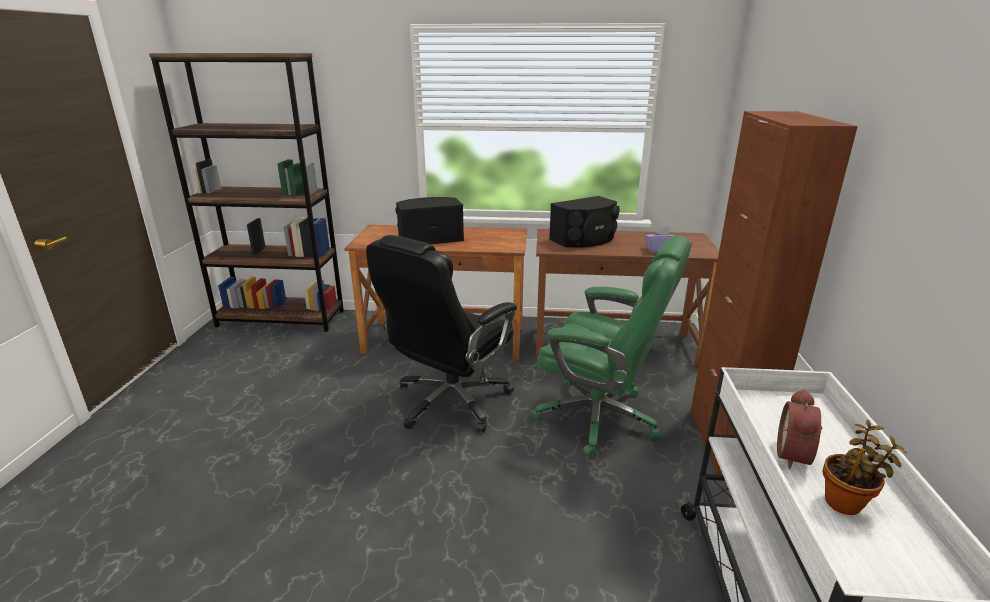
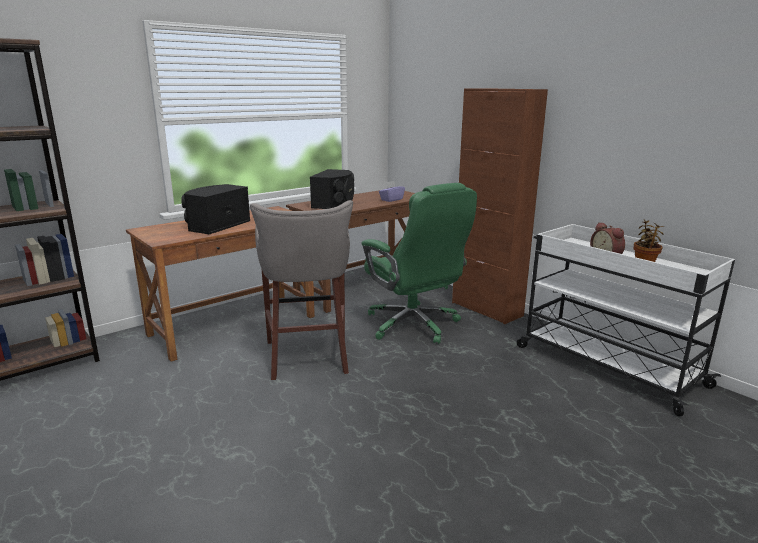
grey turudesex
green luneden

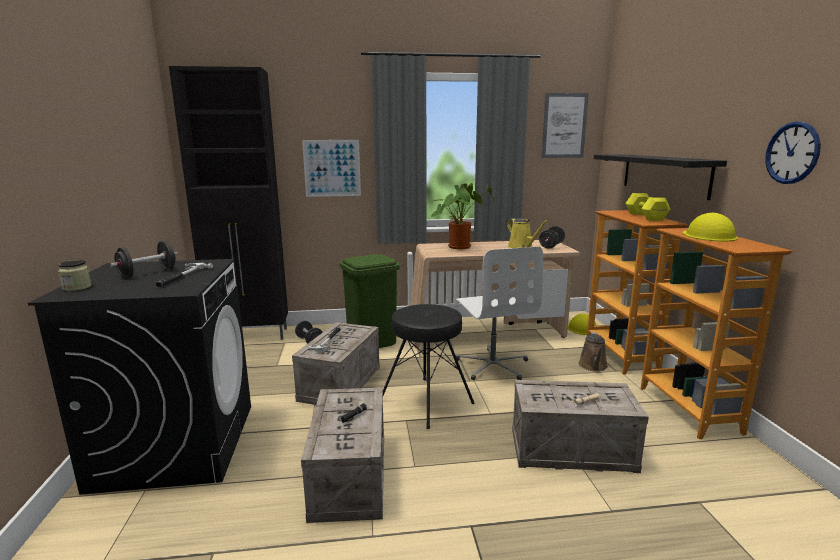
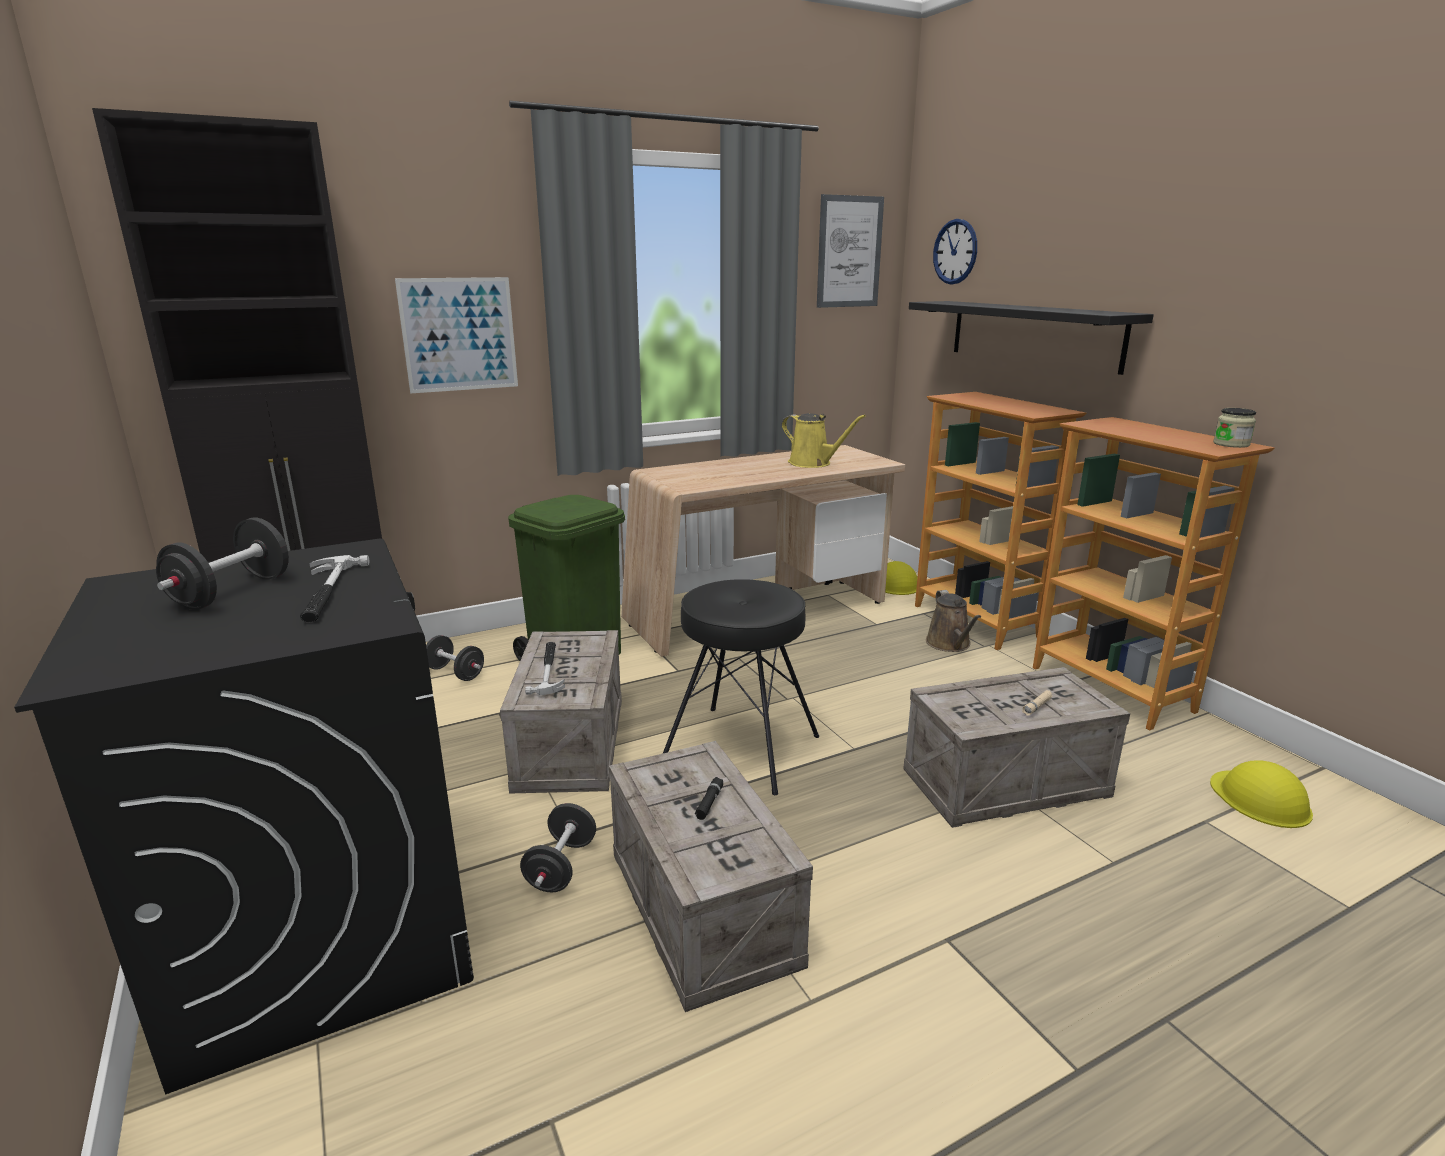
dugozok
white luneden
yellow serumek
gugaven
black serumek (3rd from left)
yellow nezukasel (2nd from left)
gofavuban

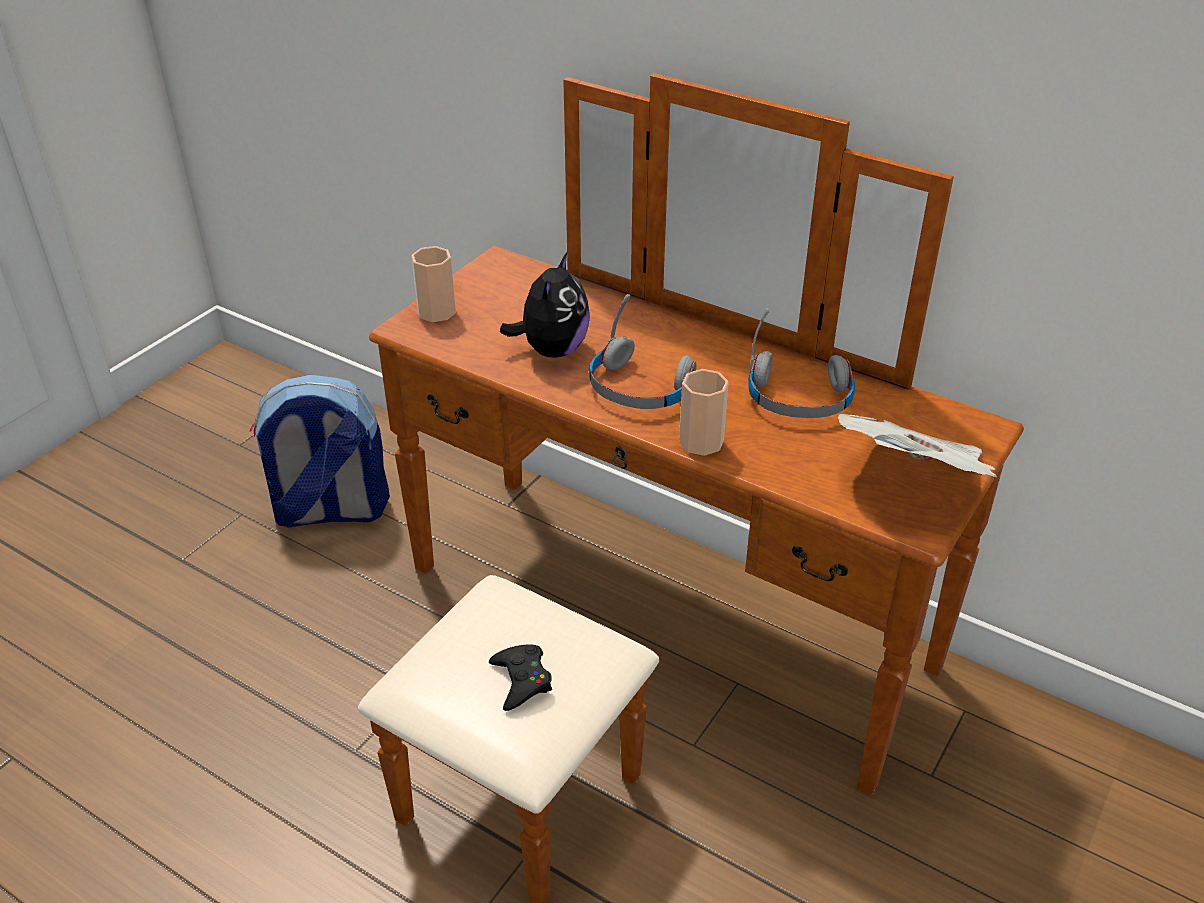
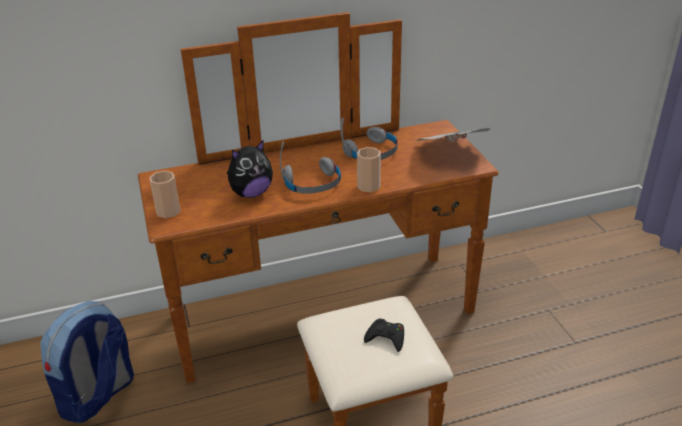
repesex

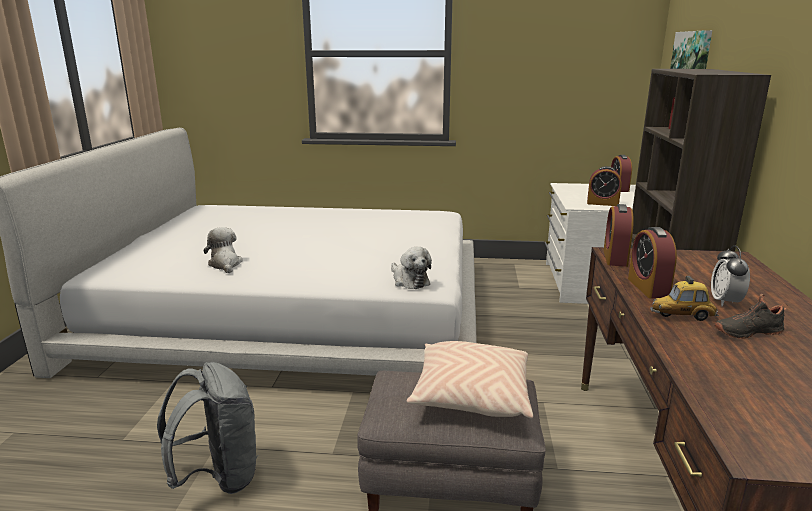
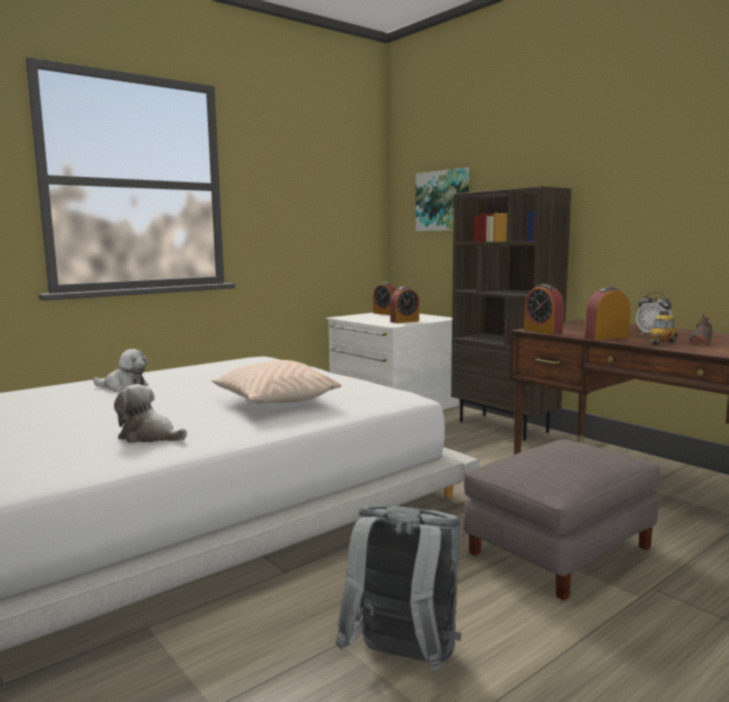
repesex (1st from left)
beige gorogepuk
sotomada (4th from left)

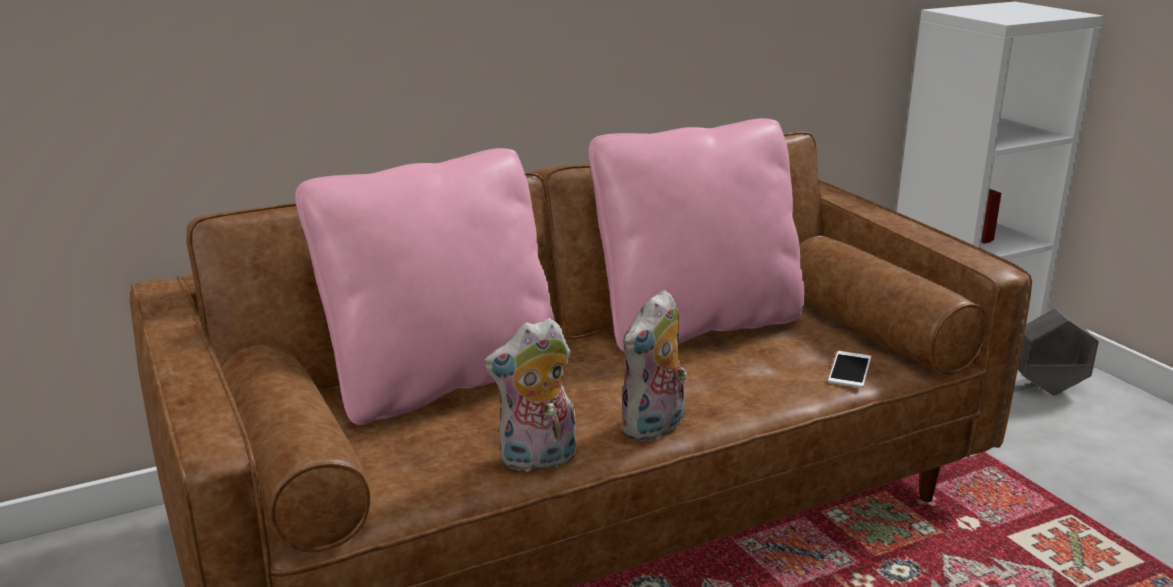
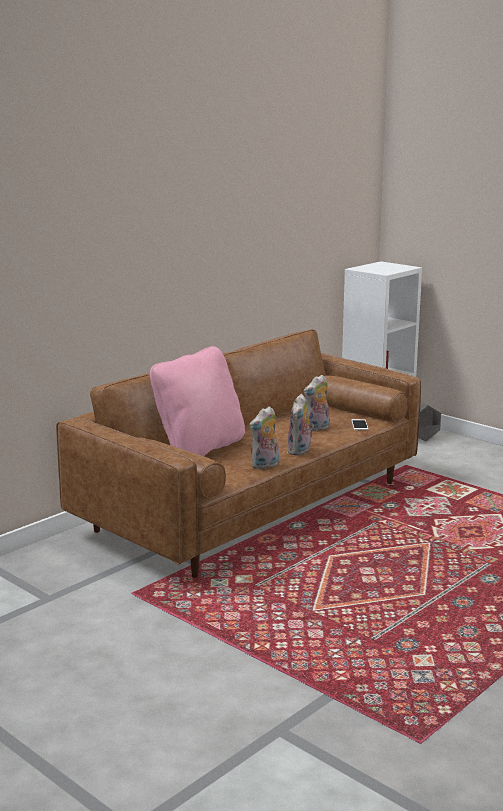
pink gorogepuk (2nd from left in the first image)
repesex (3rd from left)

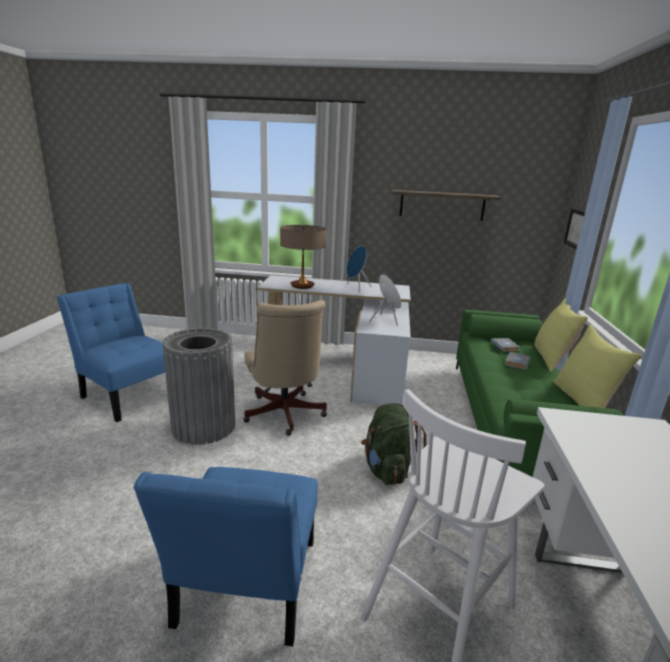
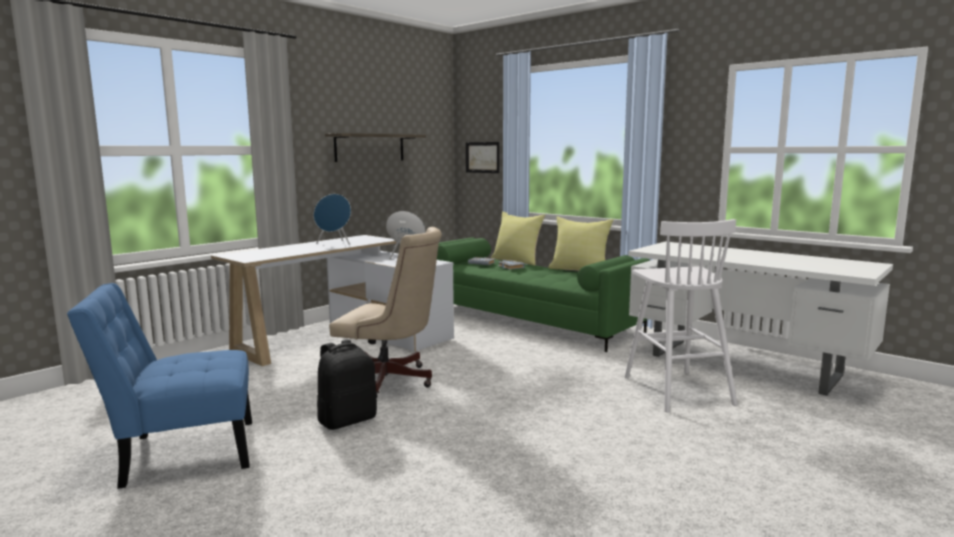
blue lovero (2nd from left in the first image)
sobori
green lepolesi
black lepolesi

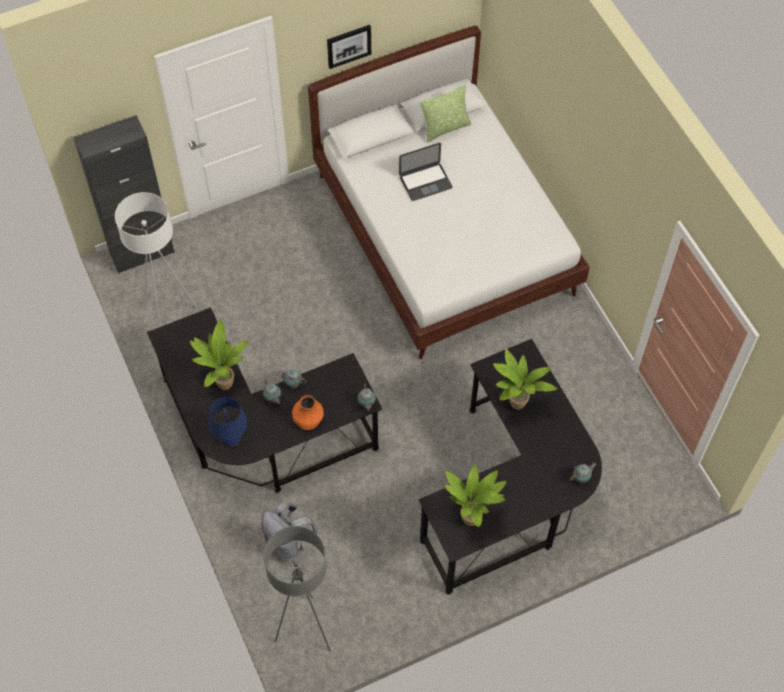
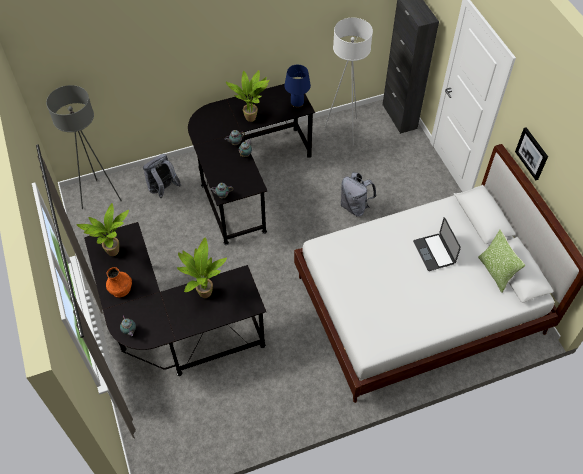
grey lepolesi (2nd from left)
blue sobori
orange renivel

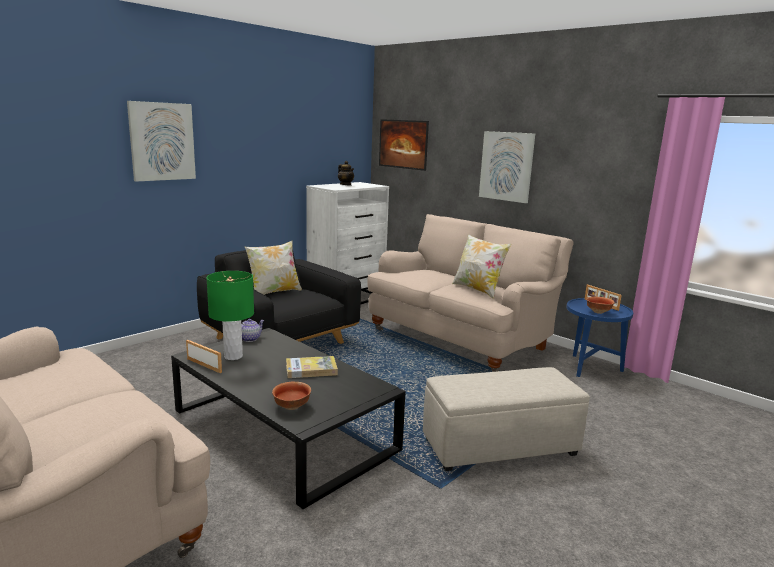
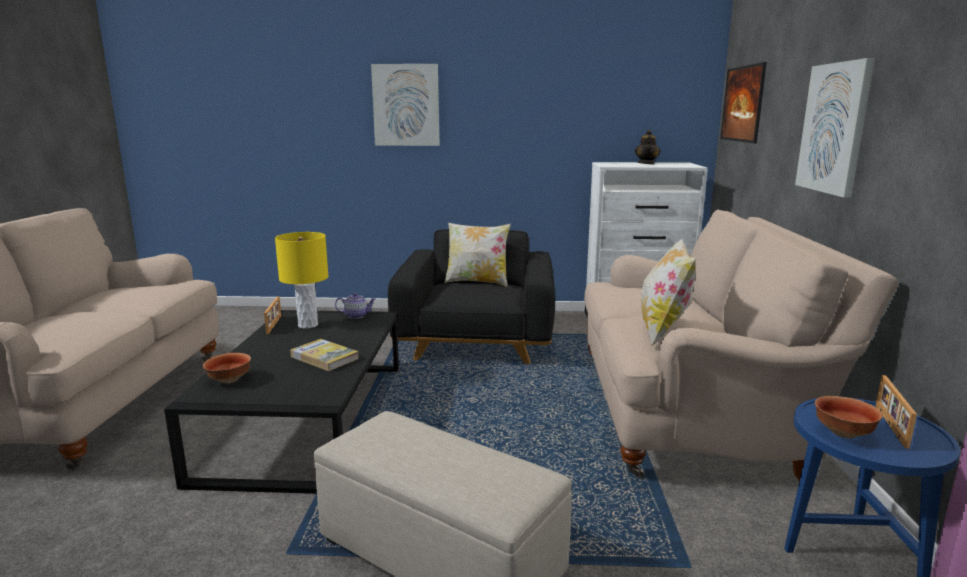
yellow sobori

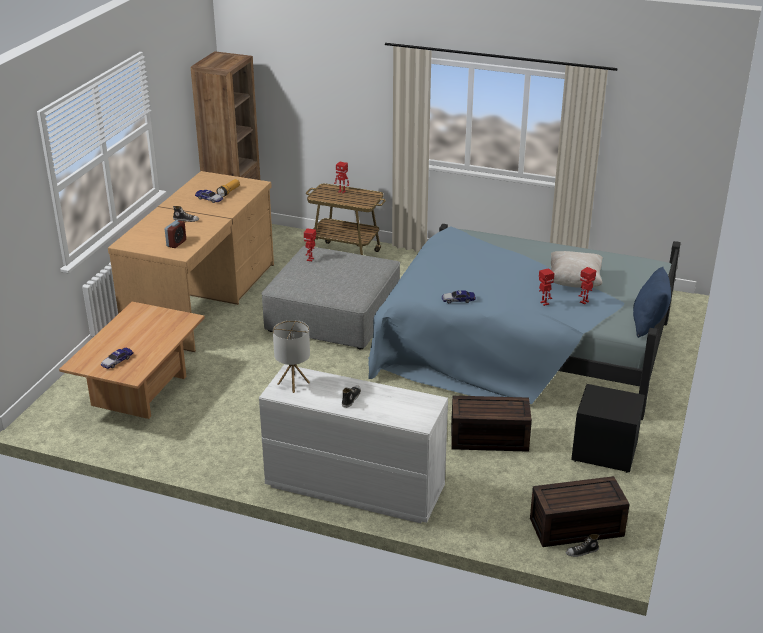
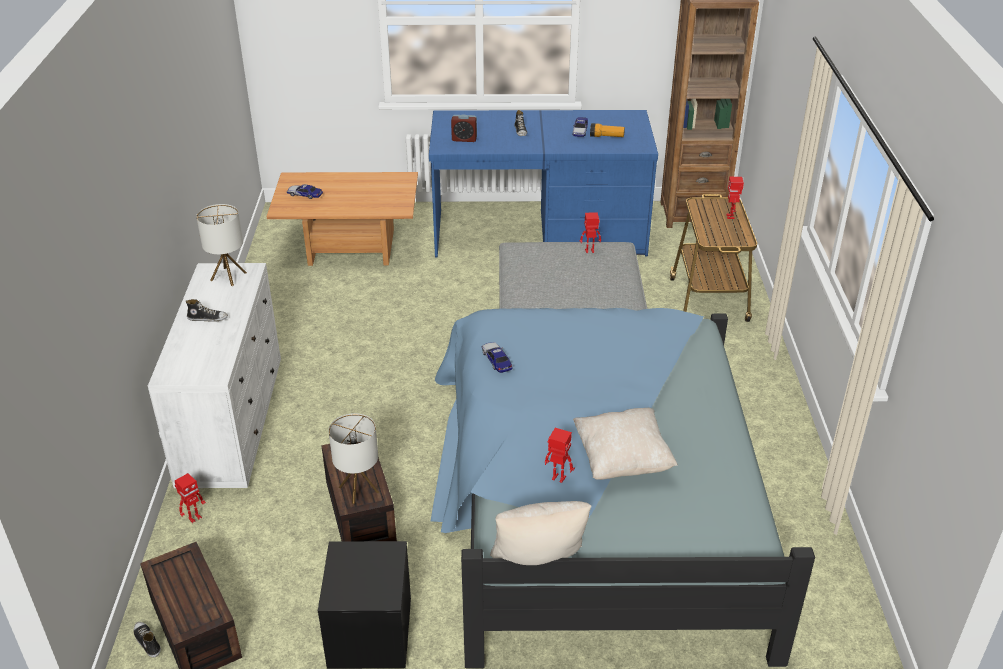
sobori (2nd from left)
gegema (1st from left)
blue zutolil
beige gorogepuk (1st from left)

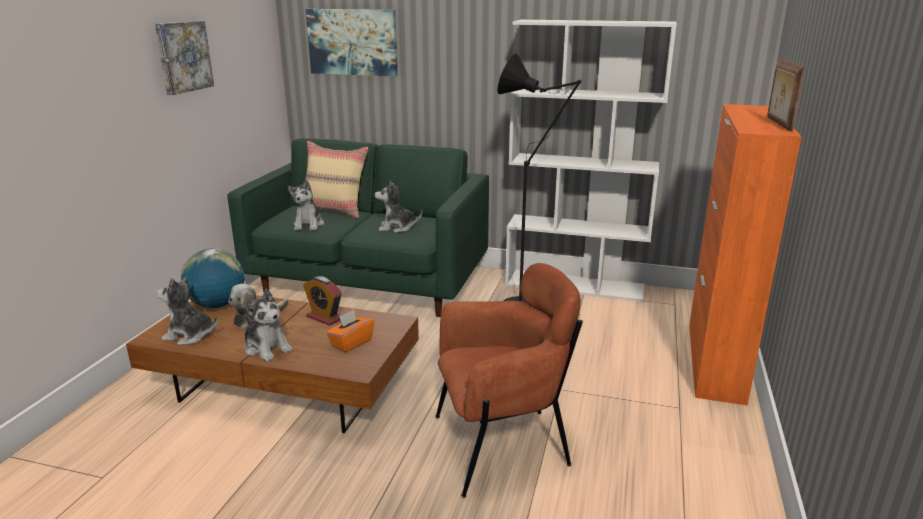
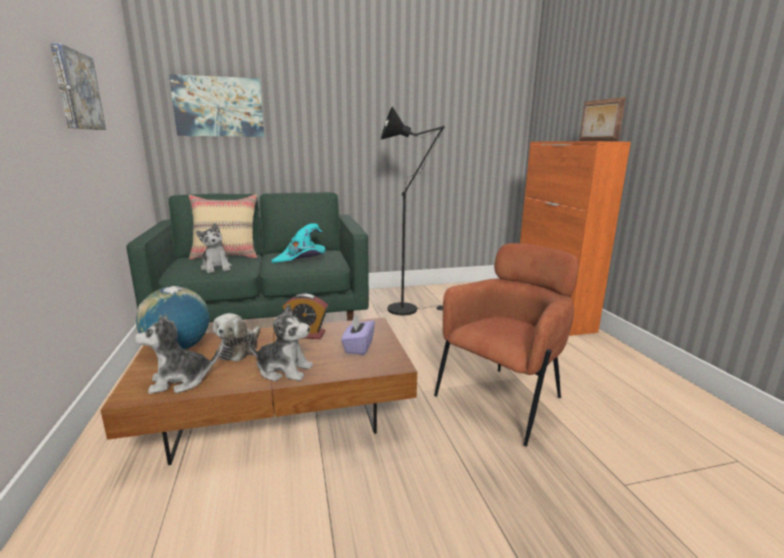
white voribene
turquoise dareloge
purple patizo

